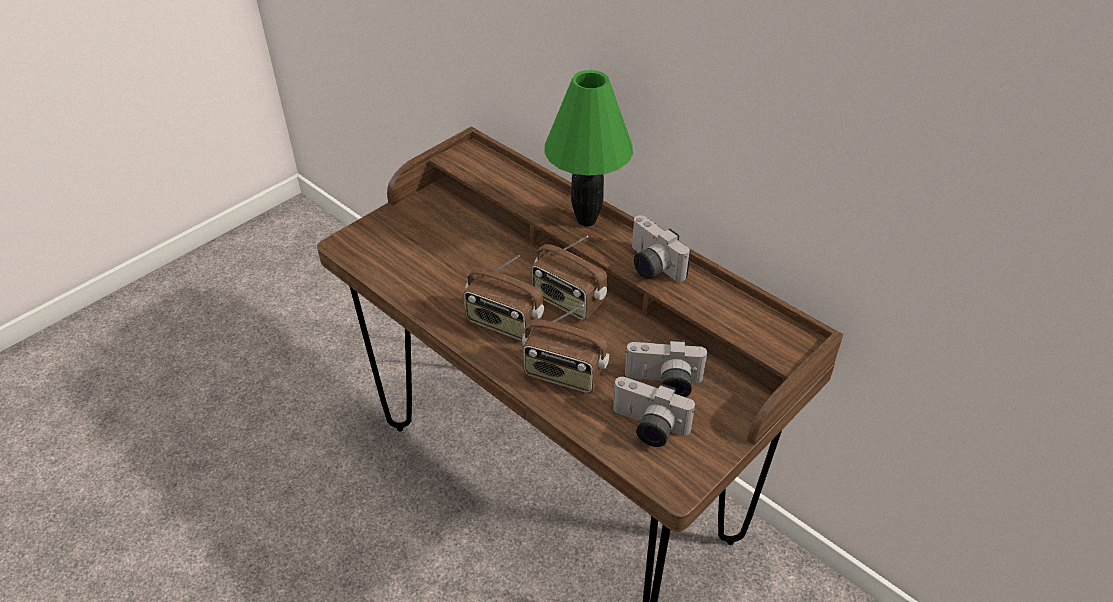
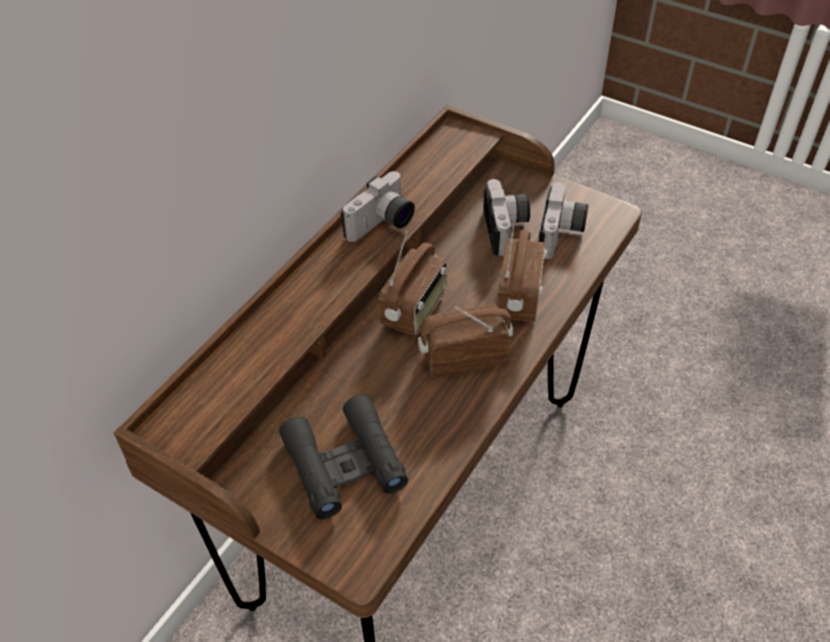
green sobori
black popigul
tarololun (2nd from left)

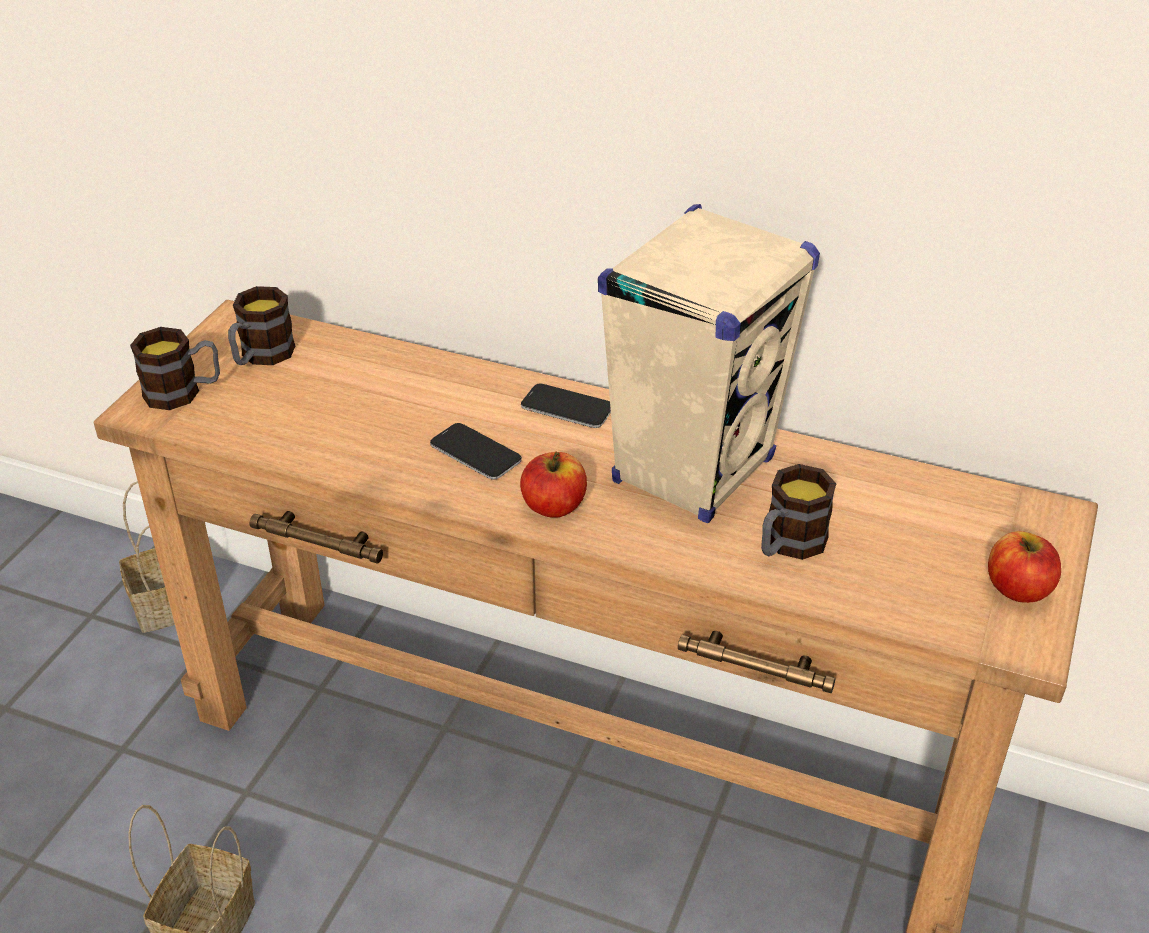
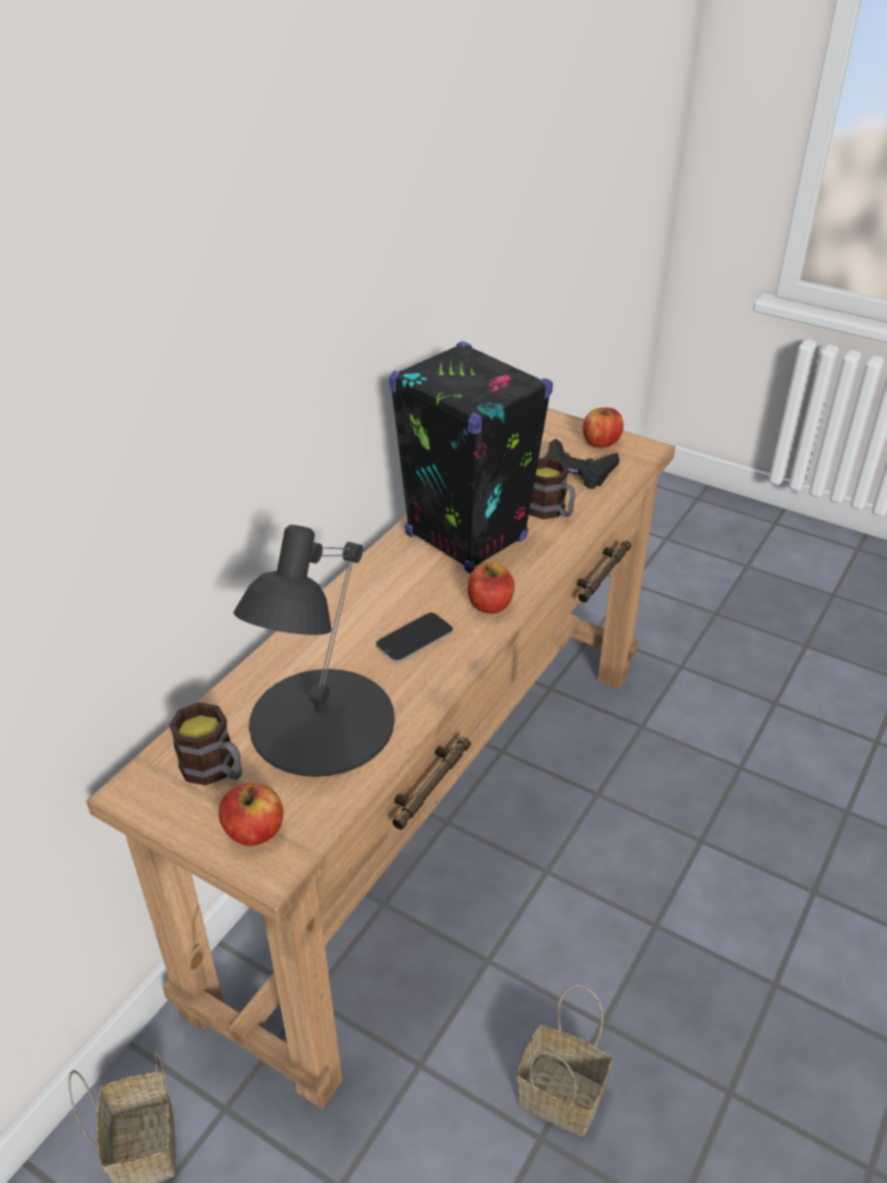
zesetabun (2nd from left in the first image)
black sobori
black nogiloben
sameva (1st from left)
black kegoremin

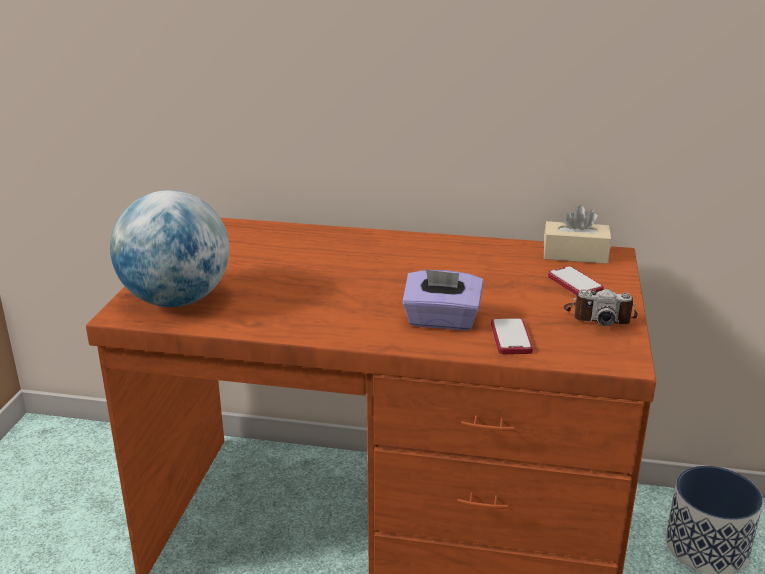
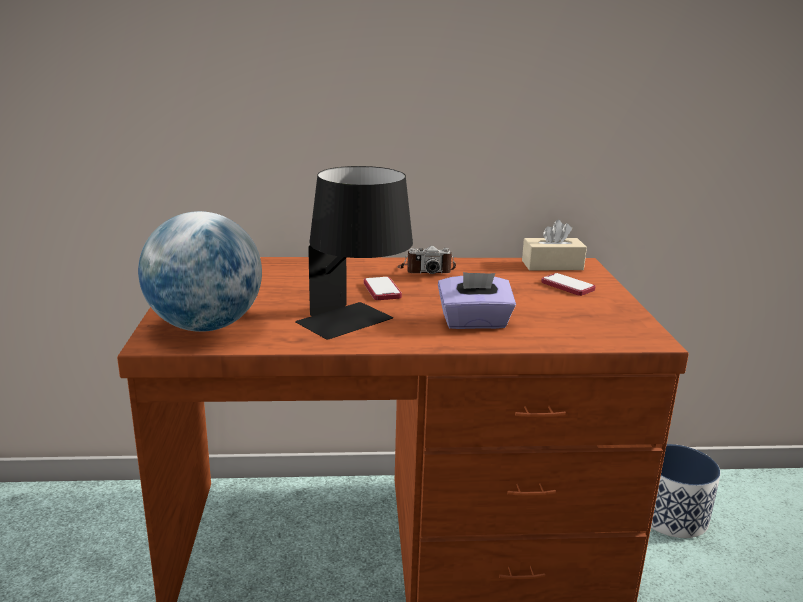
black sobori
zesetabun (1st from left)
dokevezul

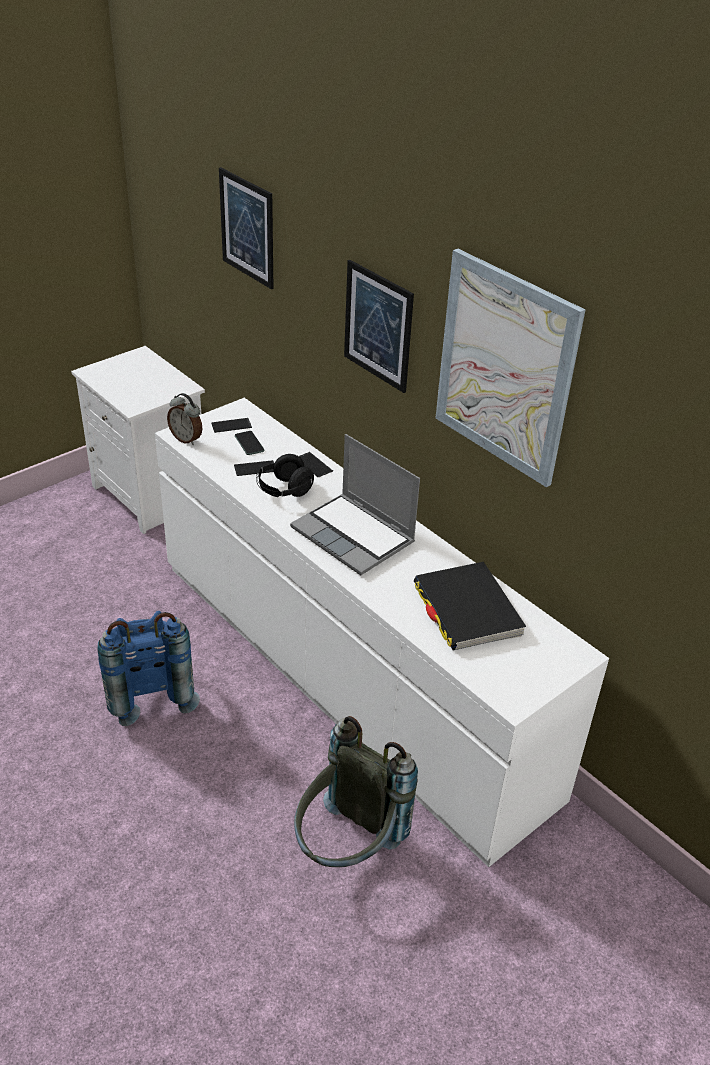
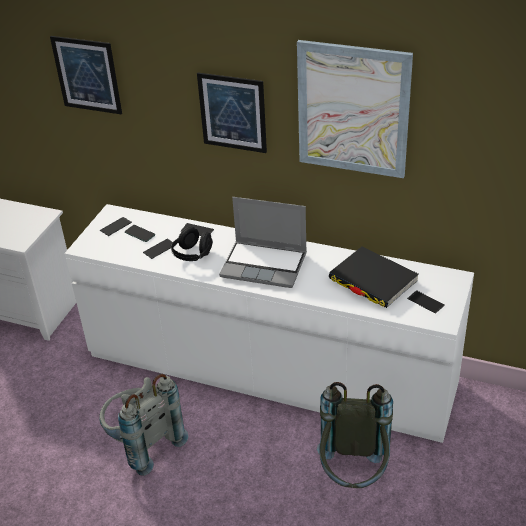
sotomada
zesetabun (5th from left)
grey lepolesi (1st from left)

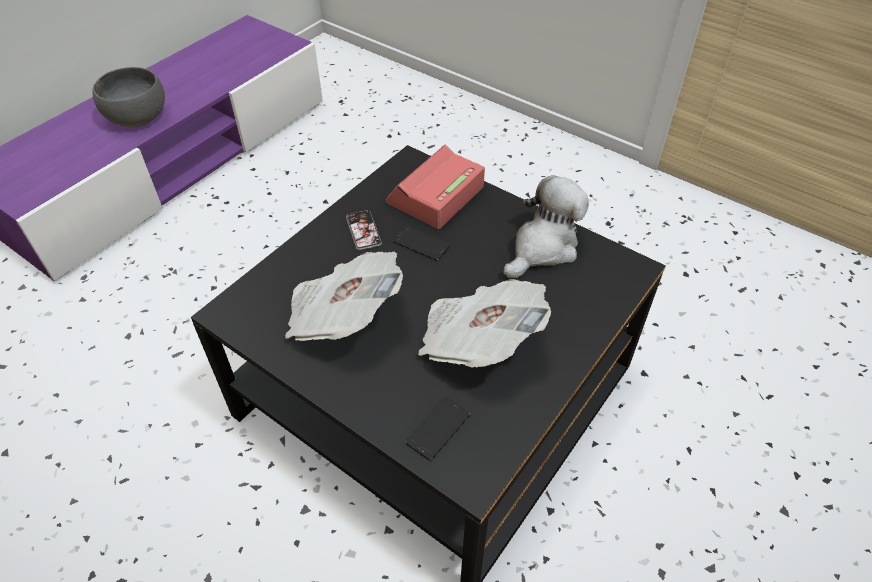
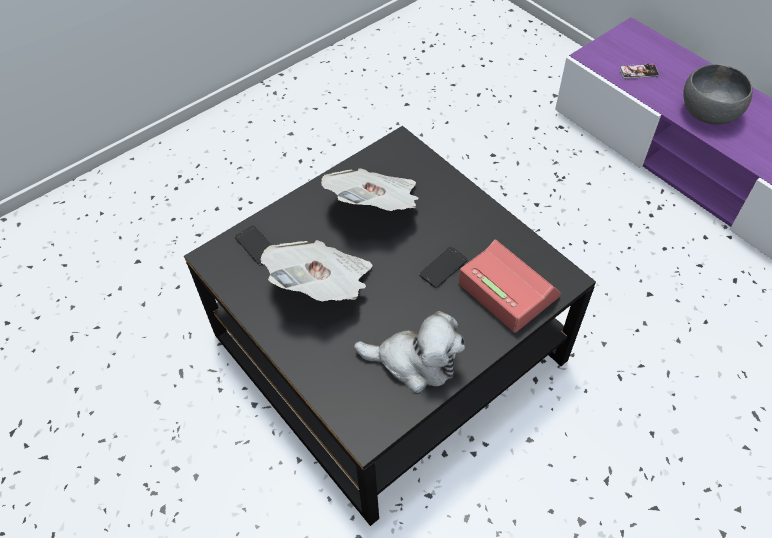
zesetabun (3rd from left)
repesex

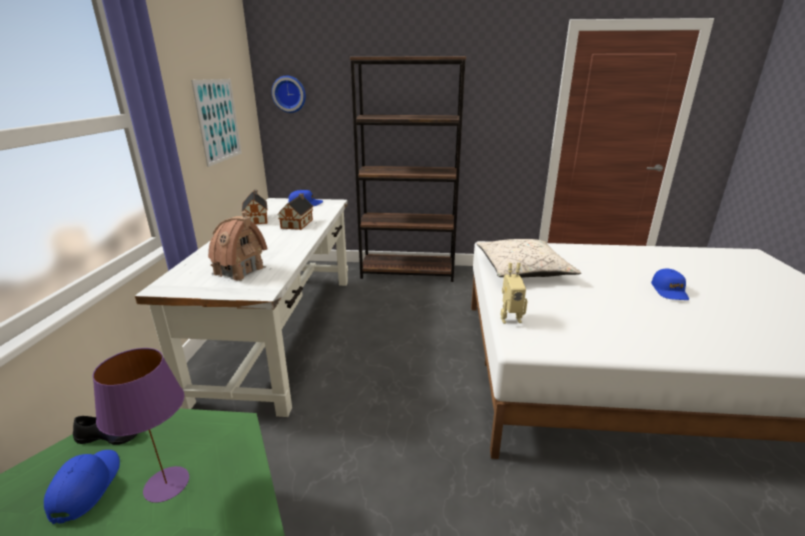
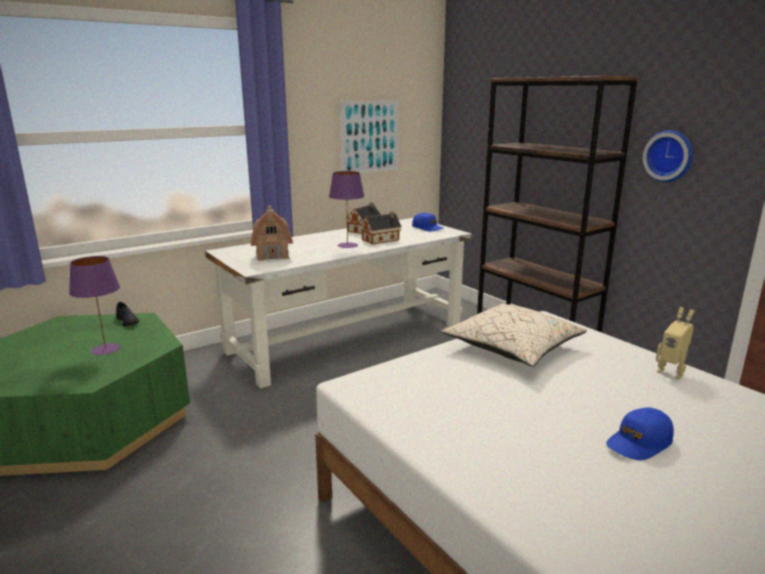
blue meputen (1st from left in the first image)
purple sobori (2nd from left)
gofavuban
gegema

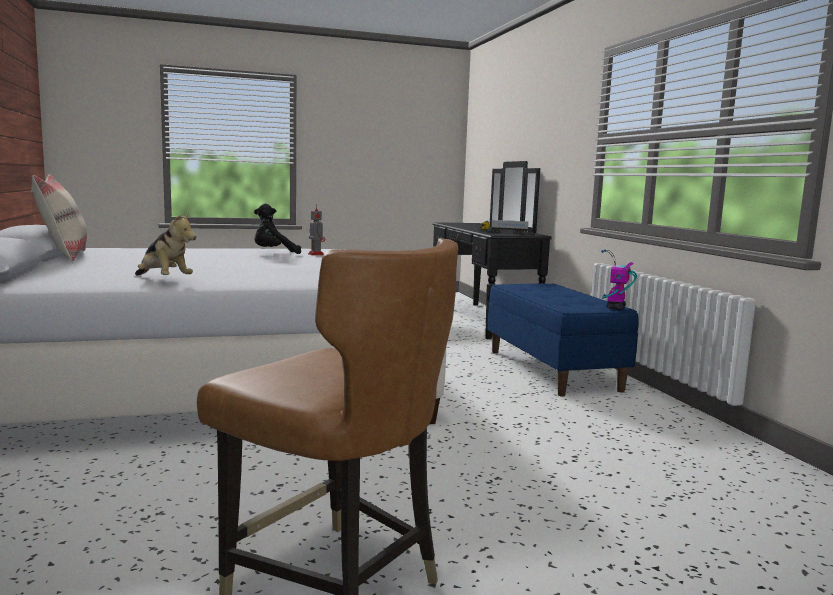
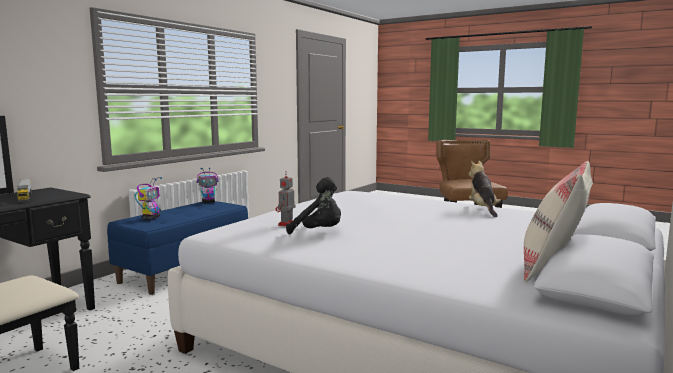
gegema (1st from left)

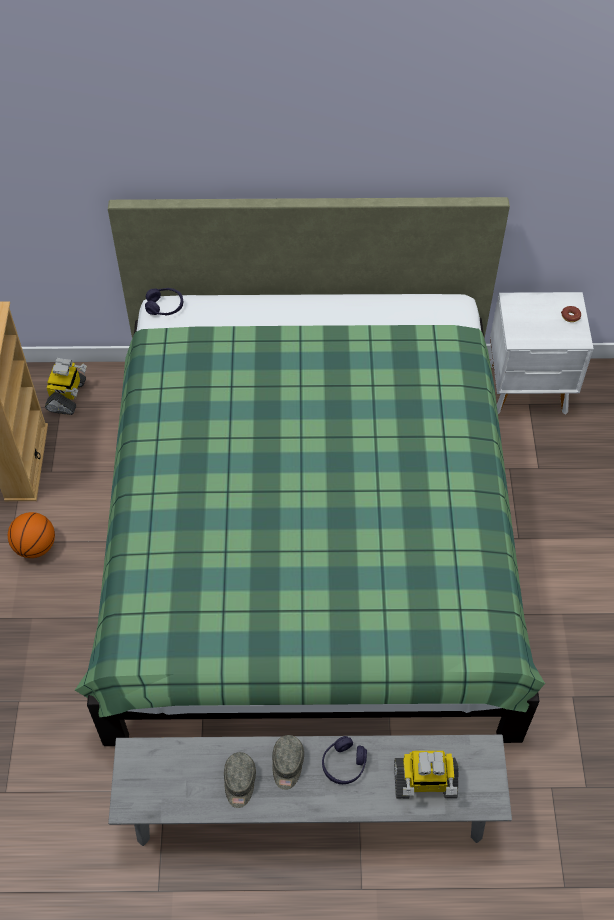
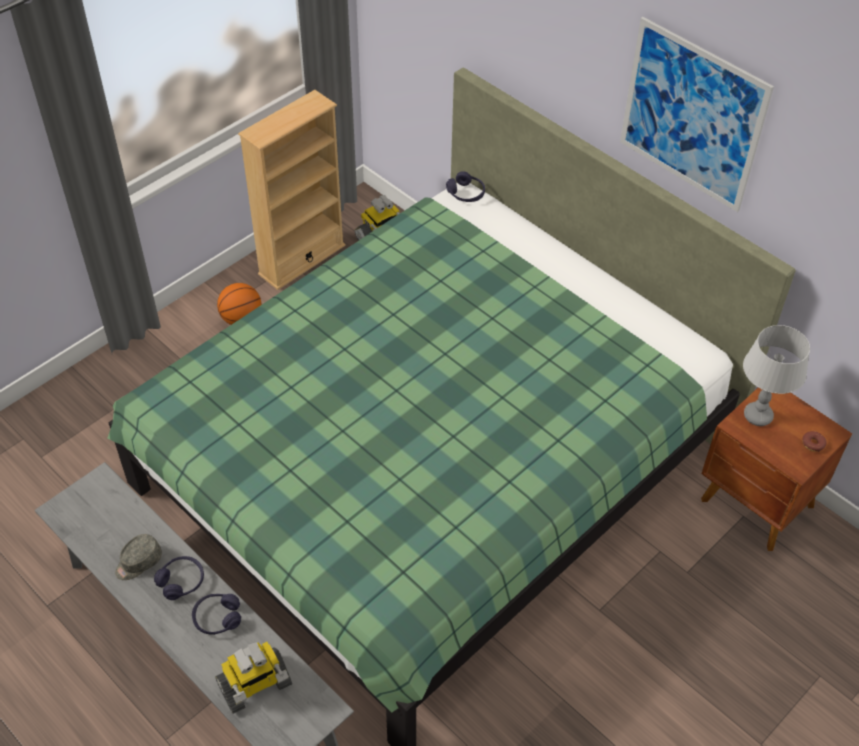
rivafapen
grey sobori
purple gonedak (1st from left)
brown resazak
gegema (1st from left)

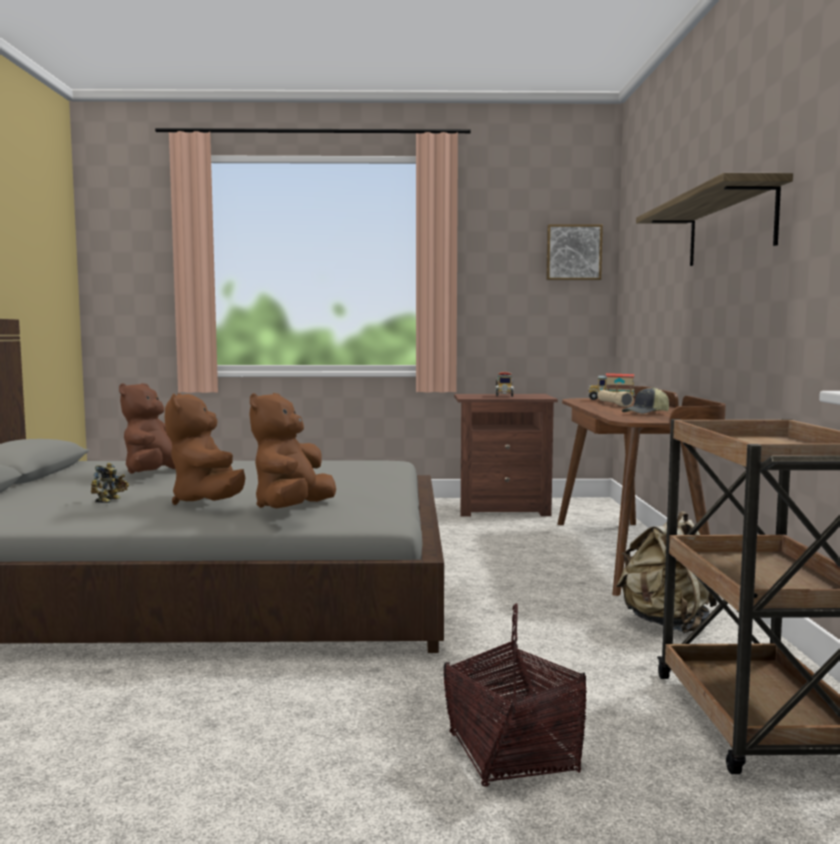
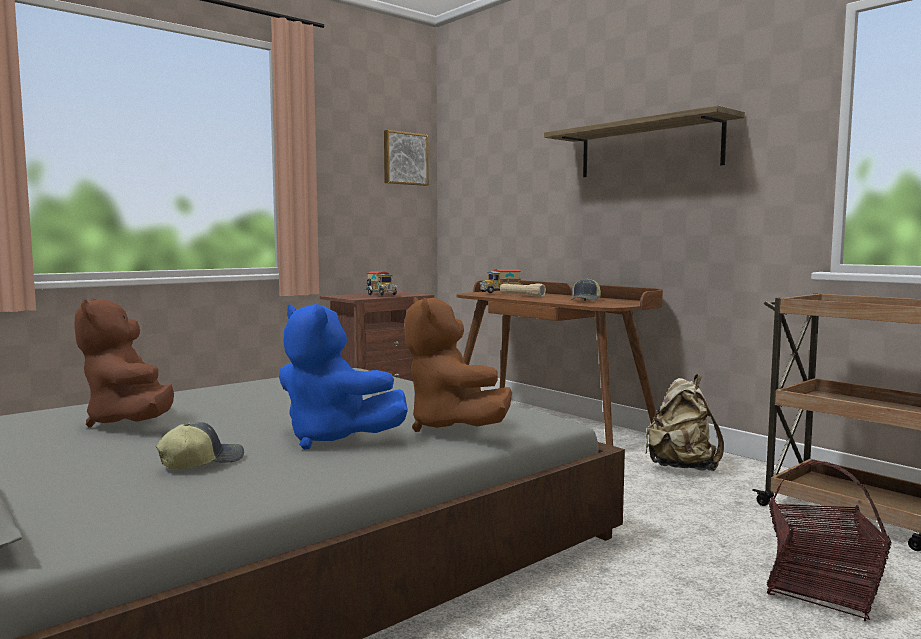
meputen (1st from left)
blue repesex

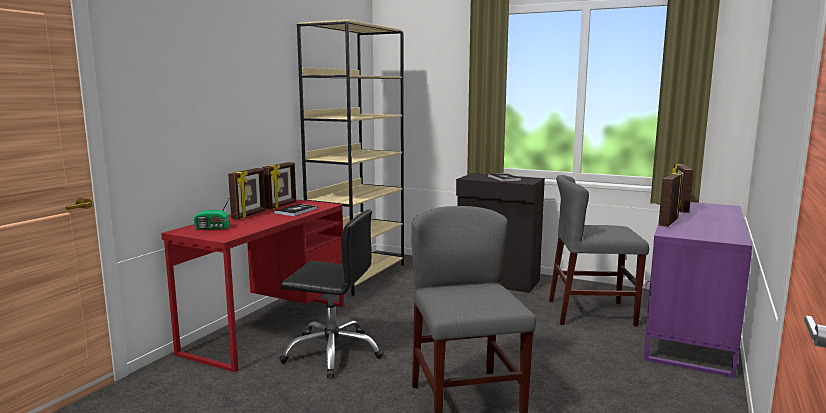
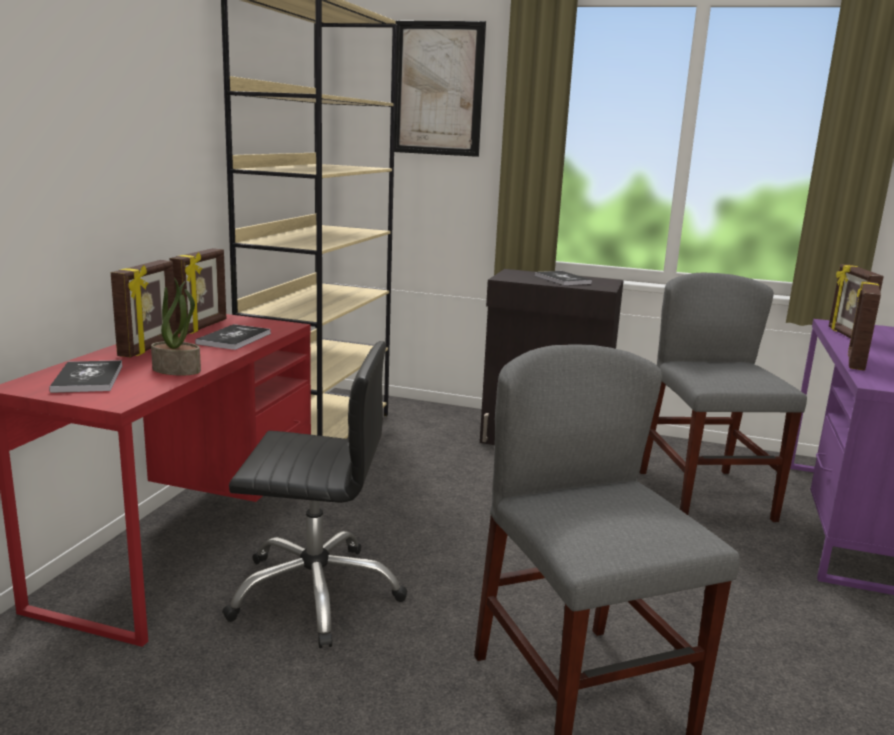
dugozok
rivafapen
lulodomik (1st from left)
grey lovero (2nd from left)

